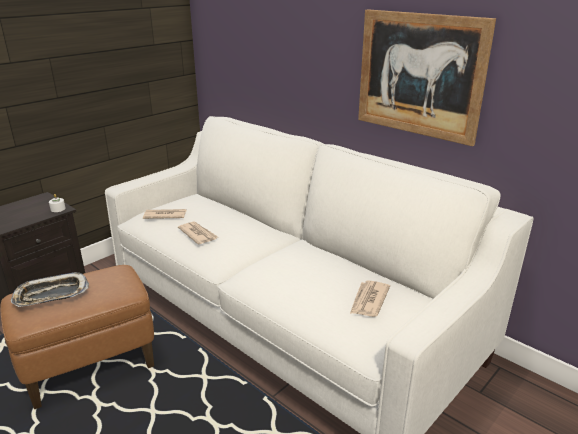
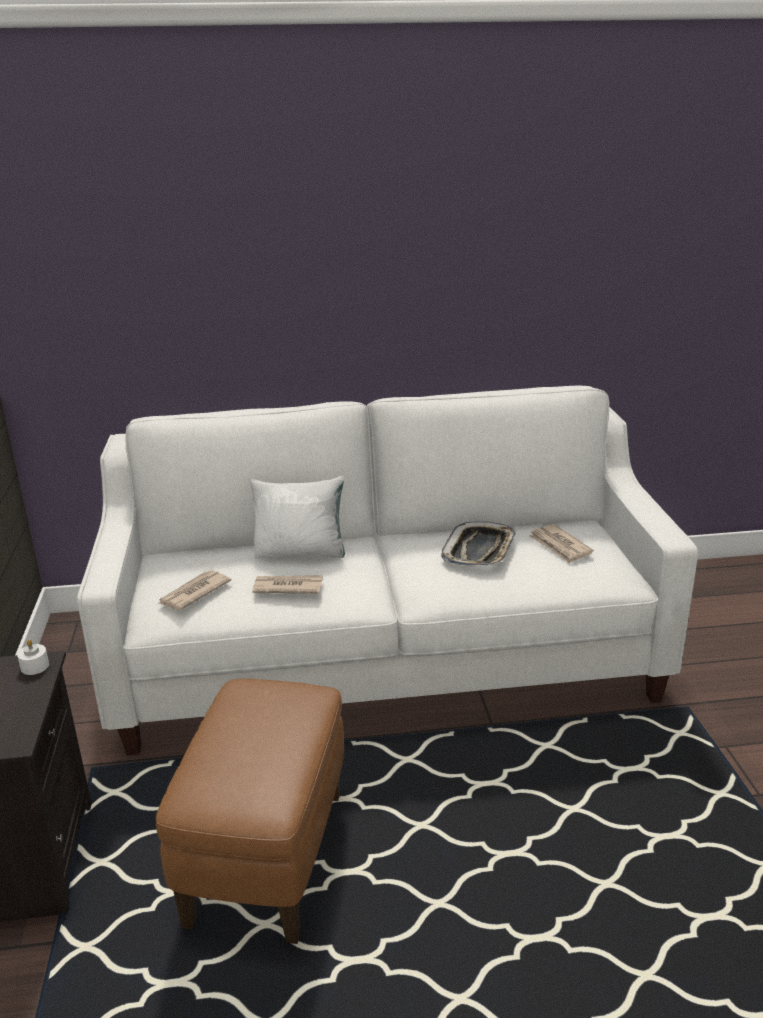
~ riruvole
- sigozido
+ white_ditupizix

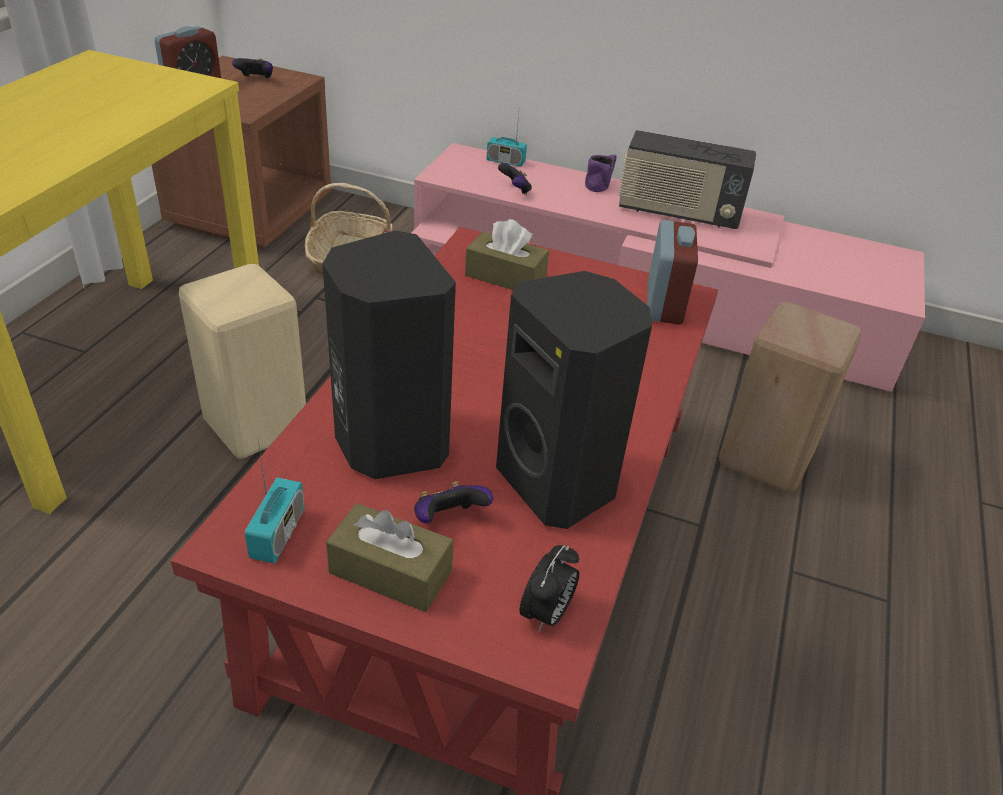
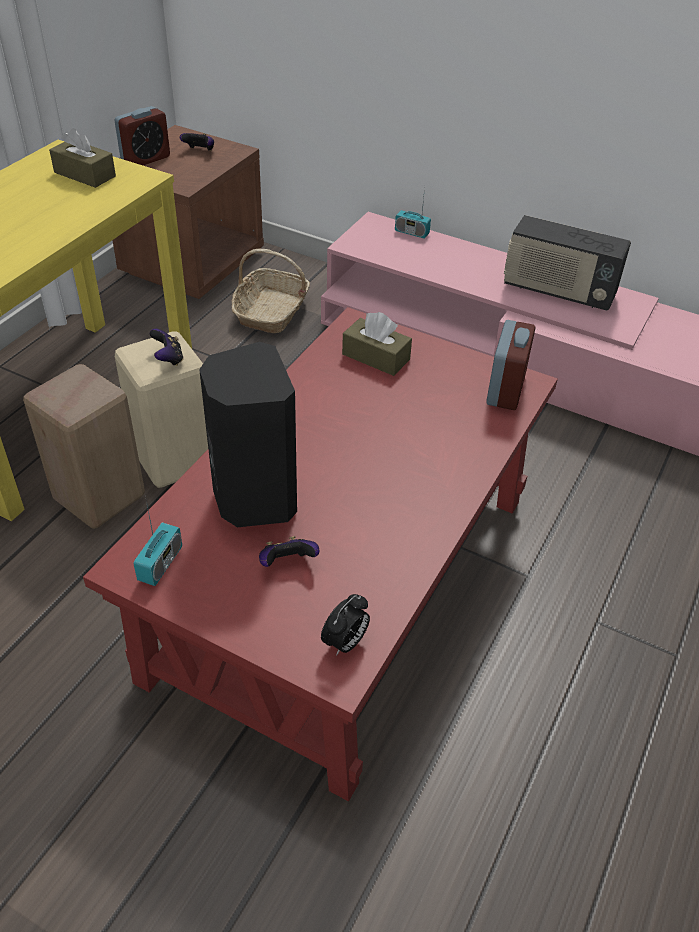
~ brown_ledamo (1st from left)
- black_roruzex (2nd from left)
~ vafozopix (3rd from left in the first image) to vafozopix (1st from left)
- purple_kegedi
~ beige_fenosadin (2nd from left in the first image) to beige_fenosadin (1st from left)

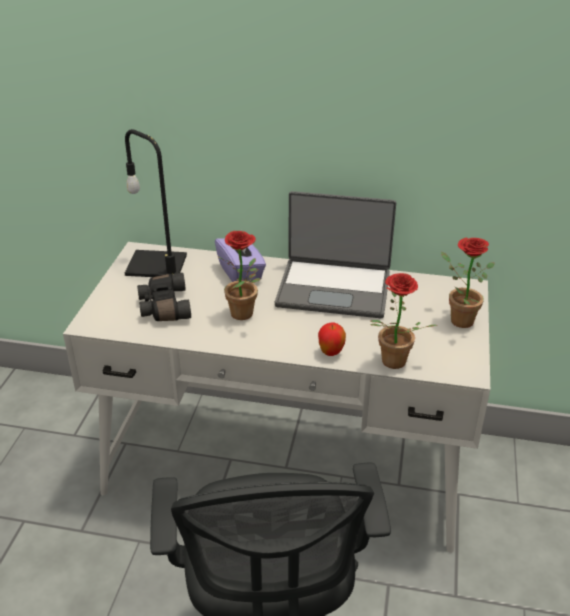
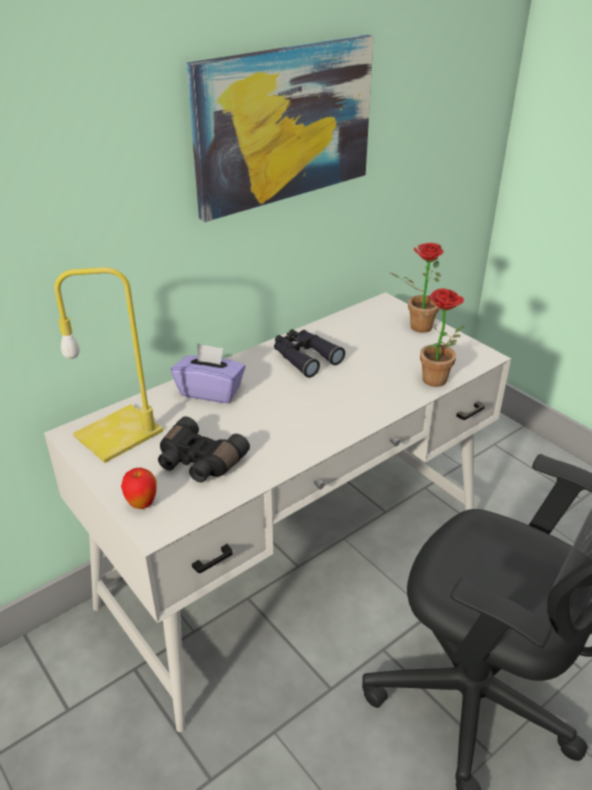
~ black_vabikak to yellow_vabikak
- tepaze (1st from left)
~ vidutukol to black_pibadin (2nd from left)
~ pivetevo
+ sigozido

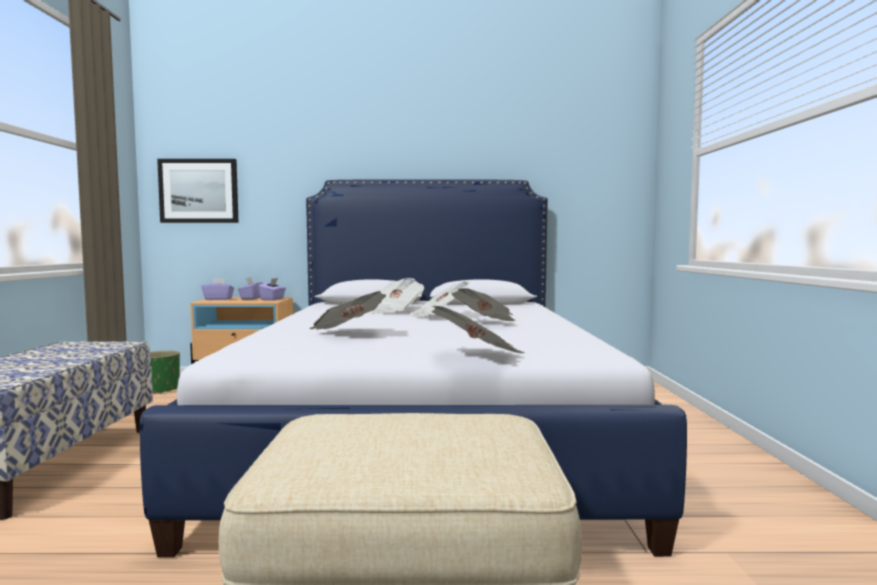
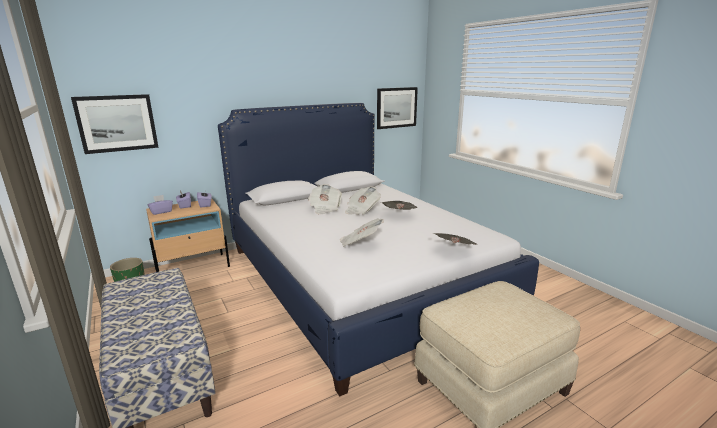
+ sigozido (2nd from left)

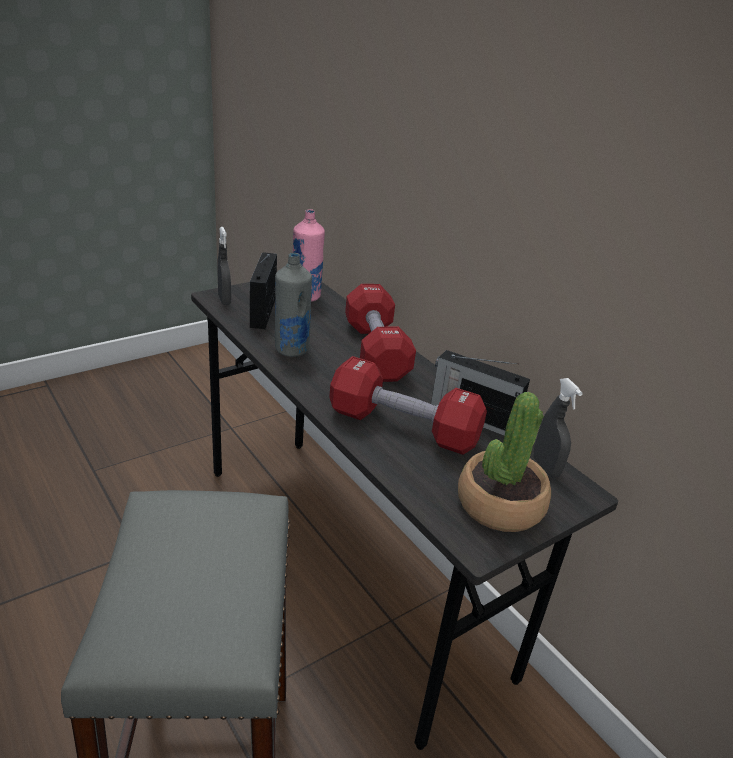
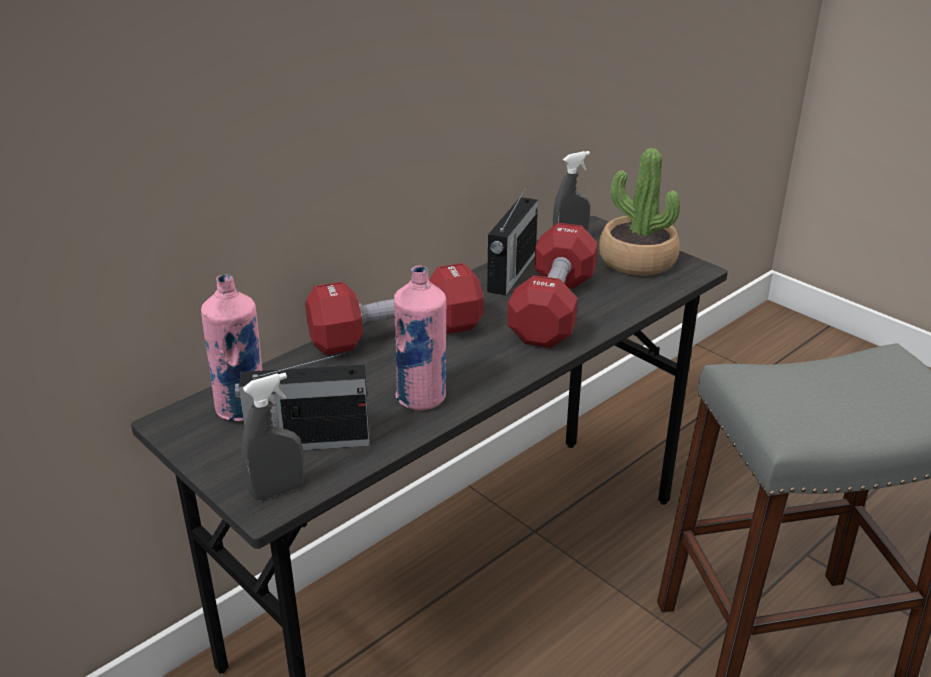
~ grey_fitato to pink_fitato (2nd from left)

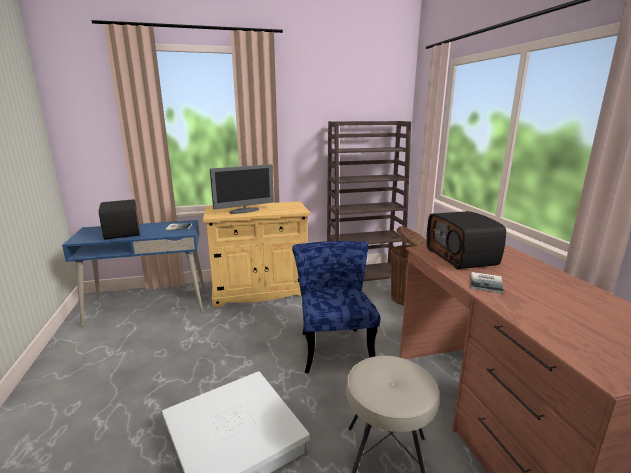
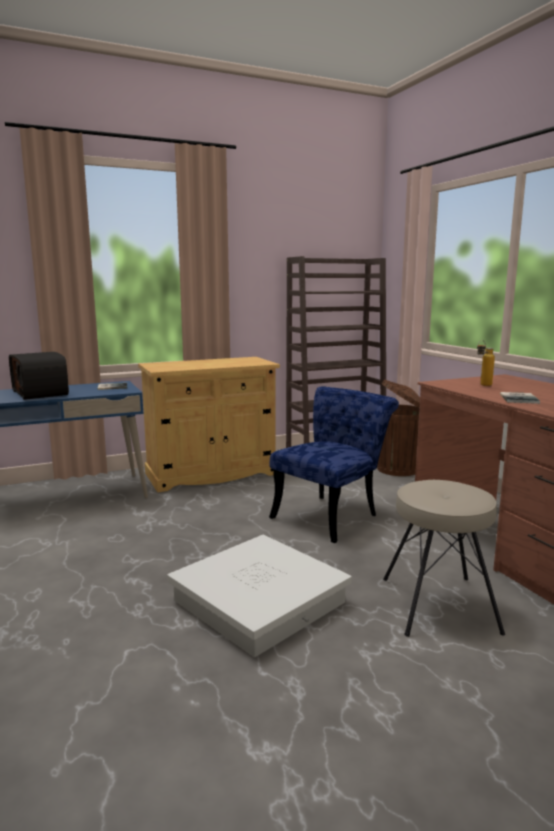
- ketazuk
~ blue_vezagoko 60 degrees clockwise
~ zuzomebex (2nd from left) to fitato

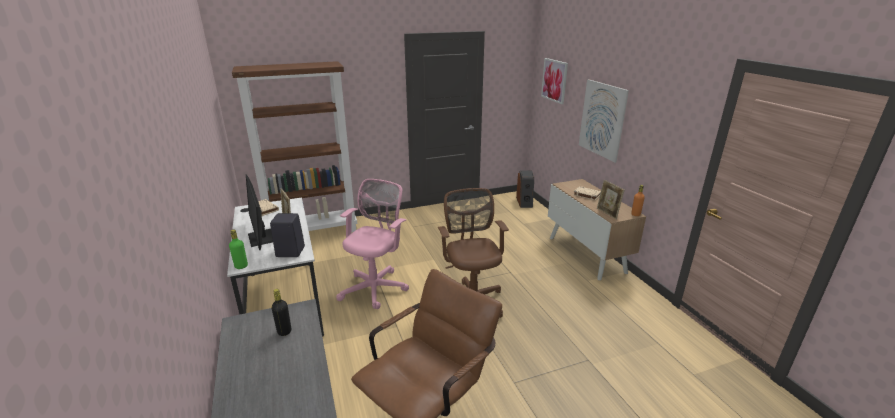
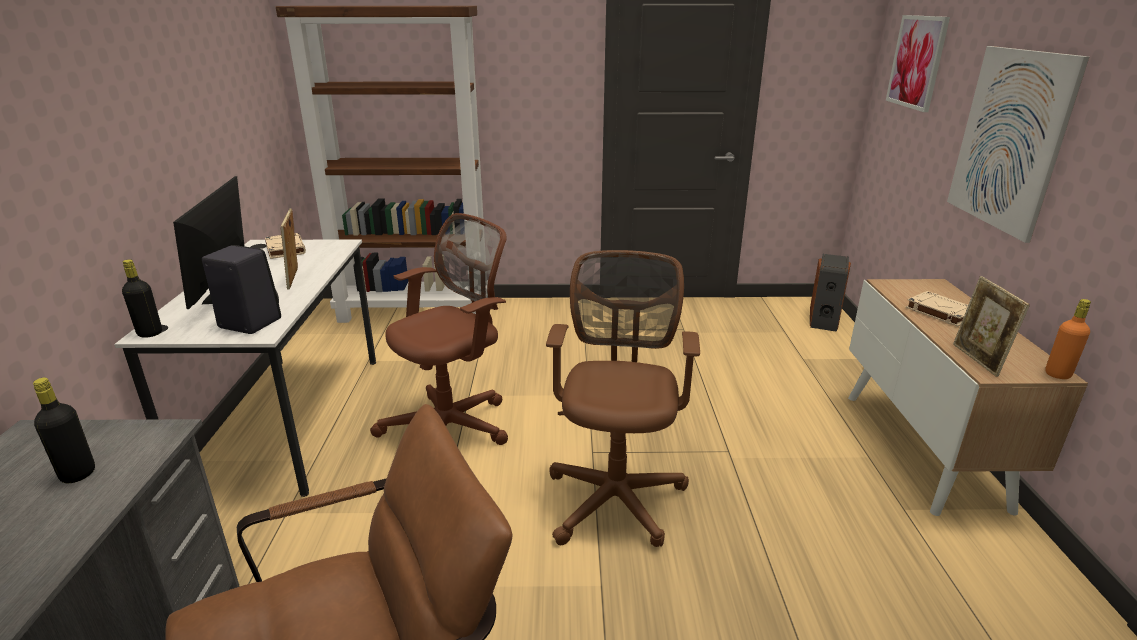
~ green_fitato to black_fitato (2nd from left)
~ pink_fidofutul to brown_fidofutul (2nd from left)

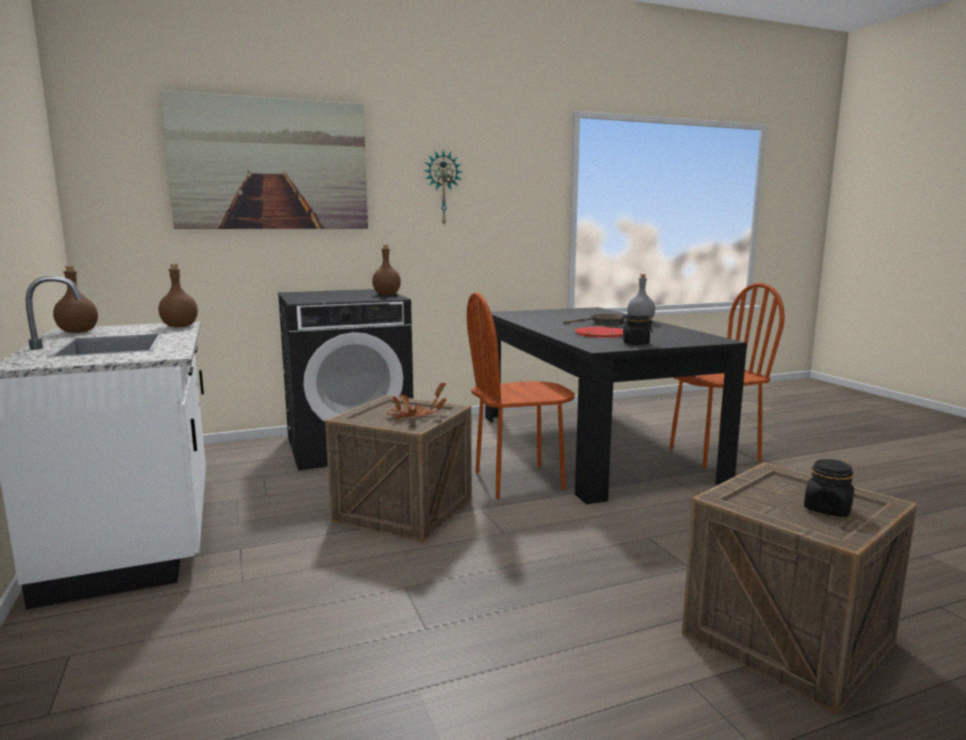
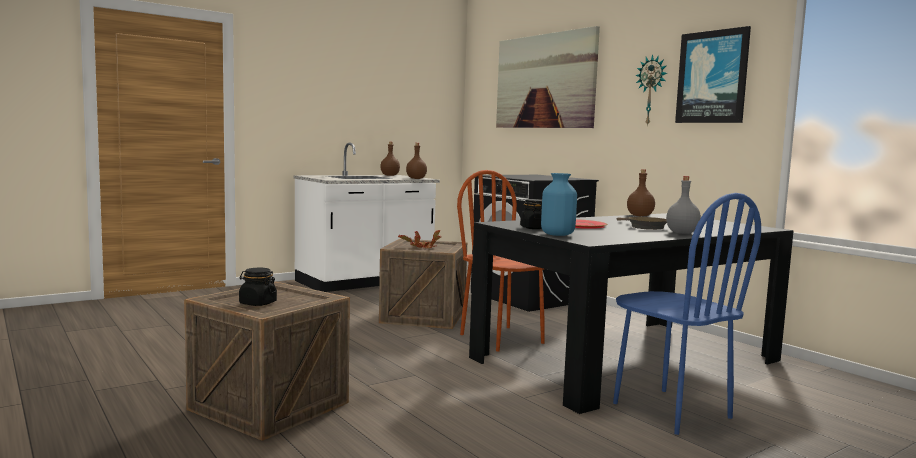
~ brown_fitato (3rd from left)
~ brown_vezagoko (2nd from left) to blue_vezagoko
+ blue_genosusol
+ sigozido (2nd from left)

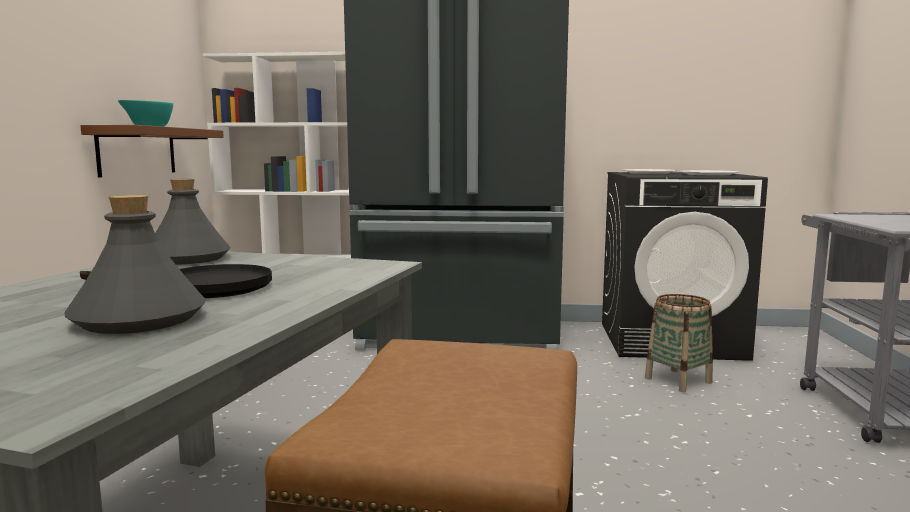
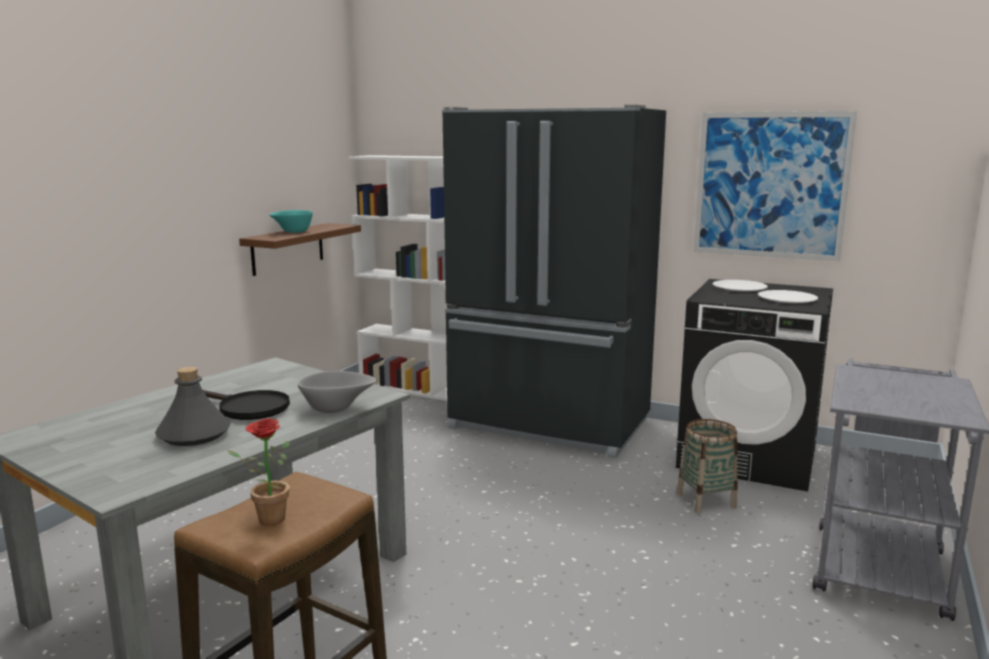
- grey_fitato (2nd from left)
+ tepaze
+ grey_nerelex
+ sigozido

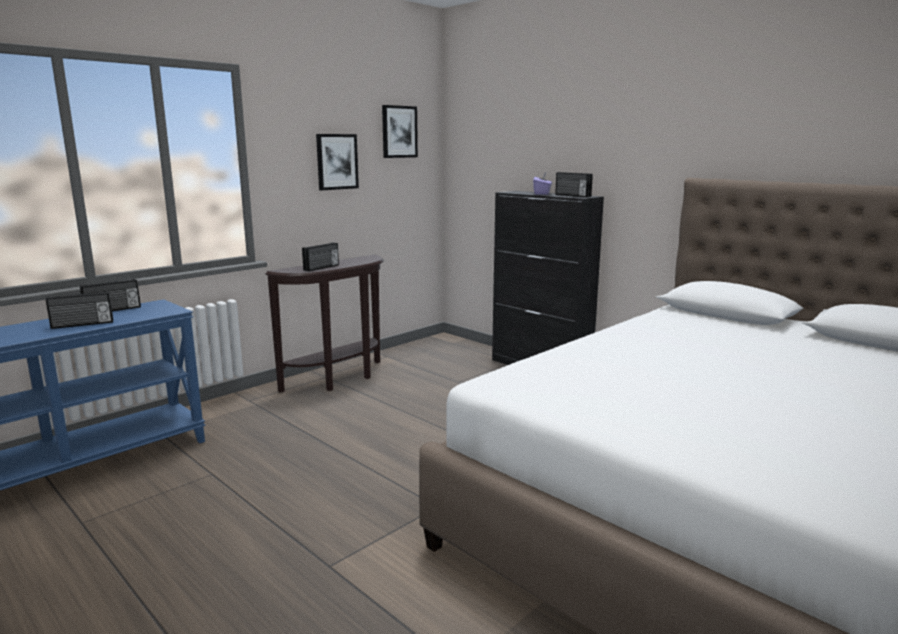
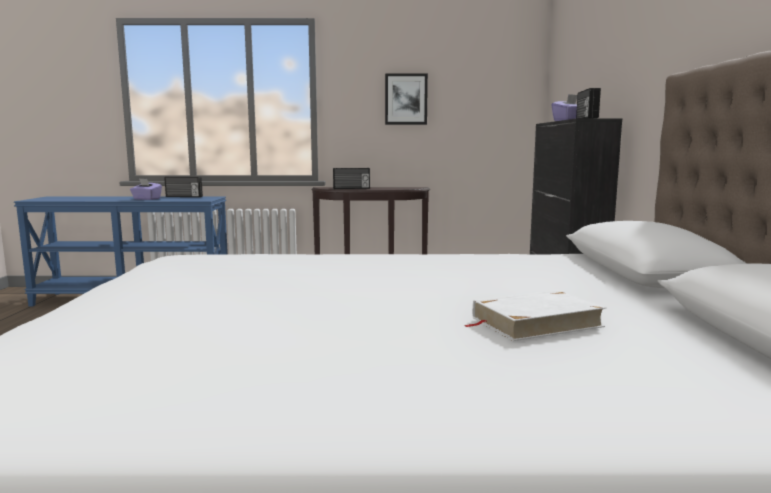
~ zuzomebex (1st from left) to purple_ledamo (1st from left)
- sigozido (2nd from left)
+ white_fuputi

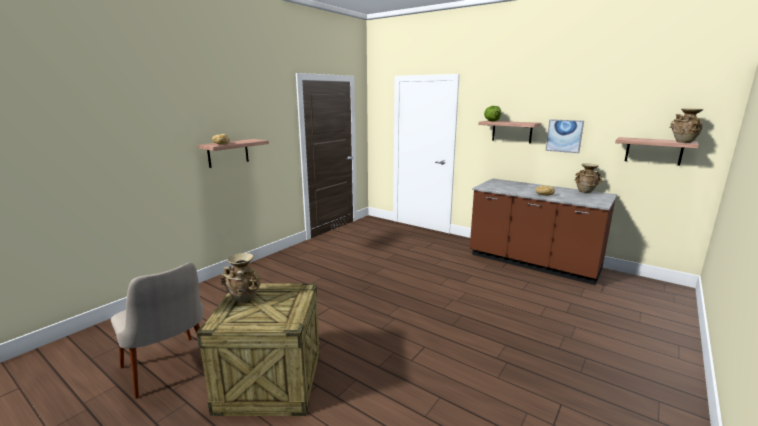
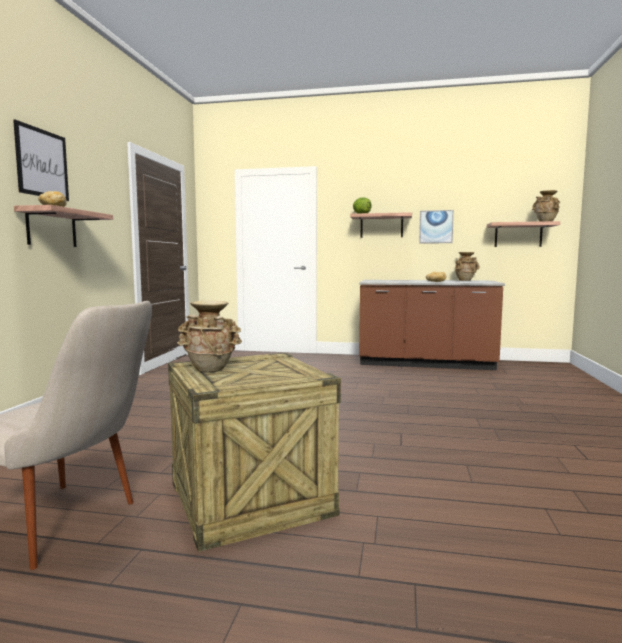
+ sigozido (1st from left)

